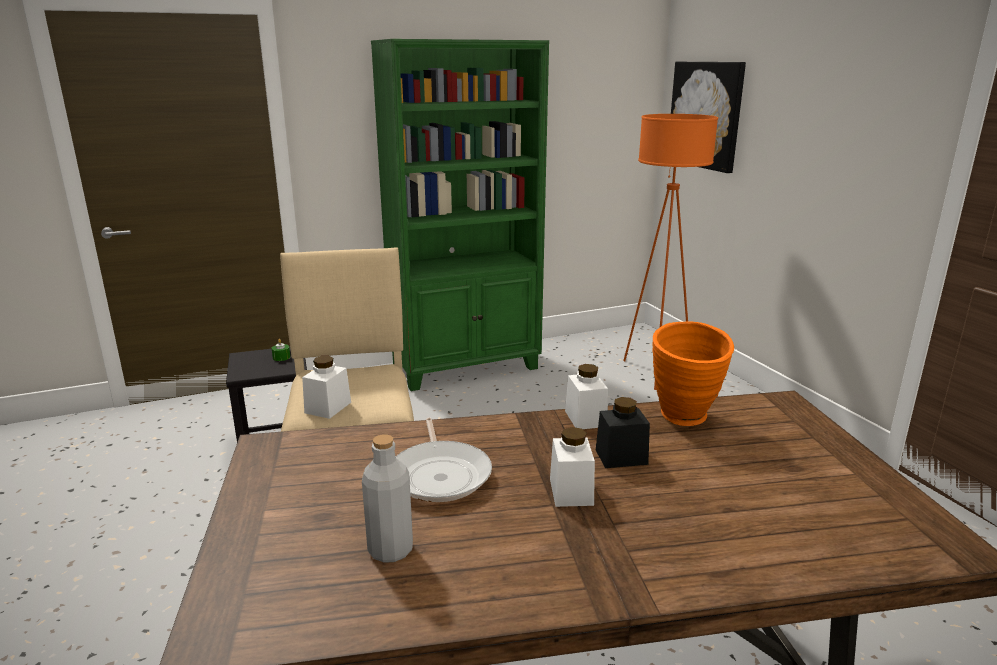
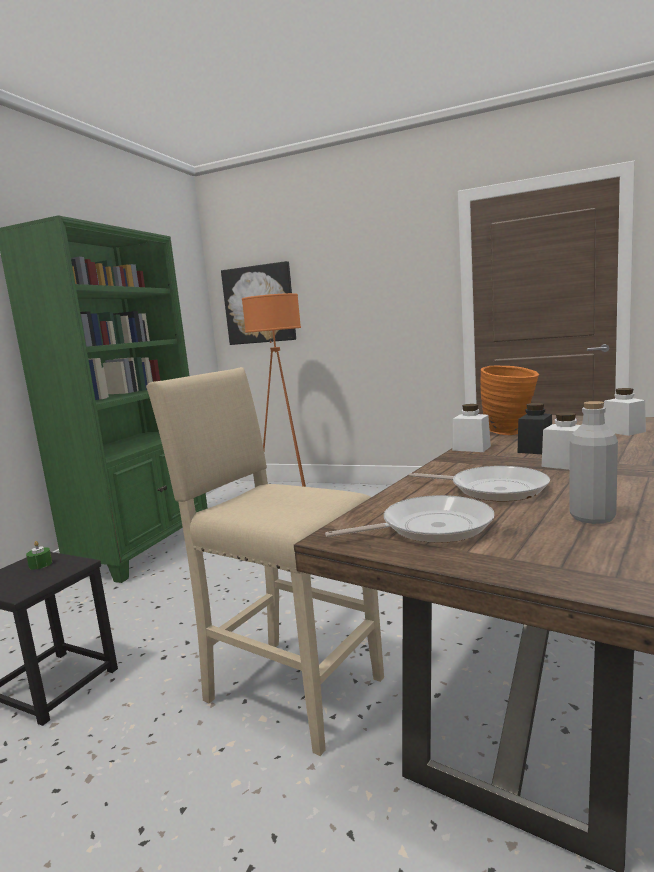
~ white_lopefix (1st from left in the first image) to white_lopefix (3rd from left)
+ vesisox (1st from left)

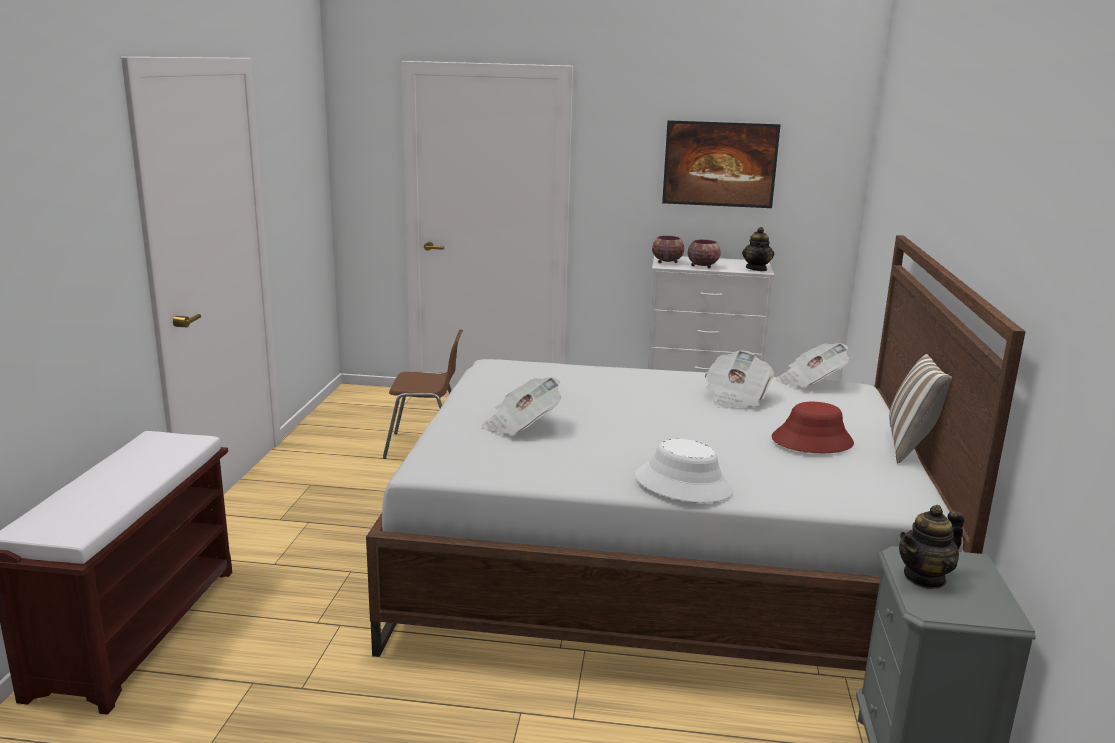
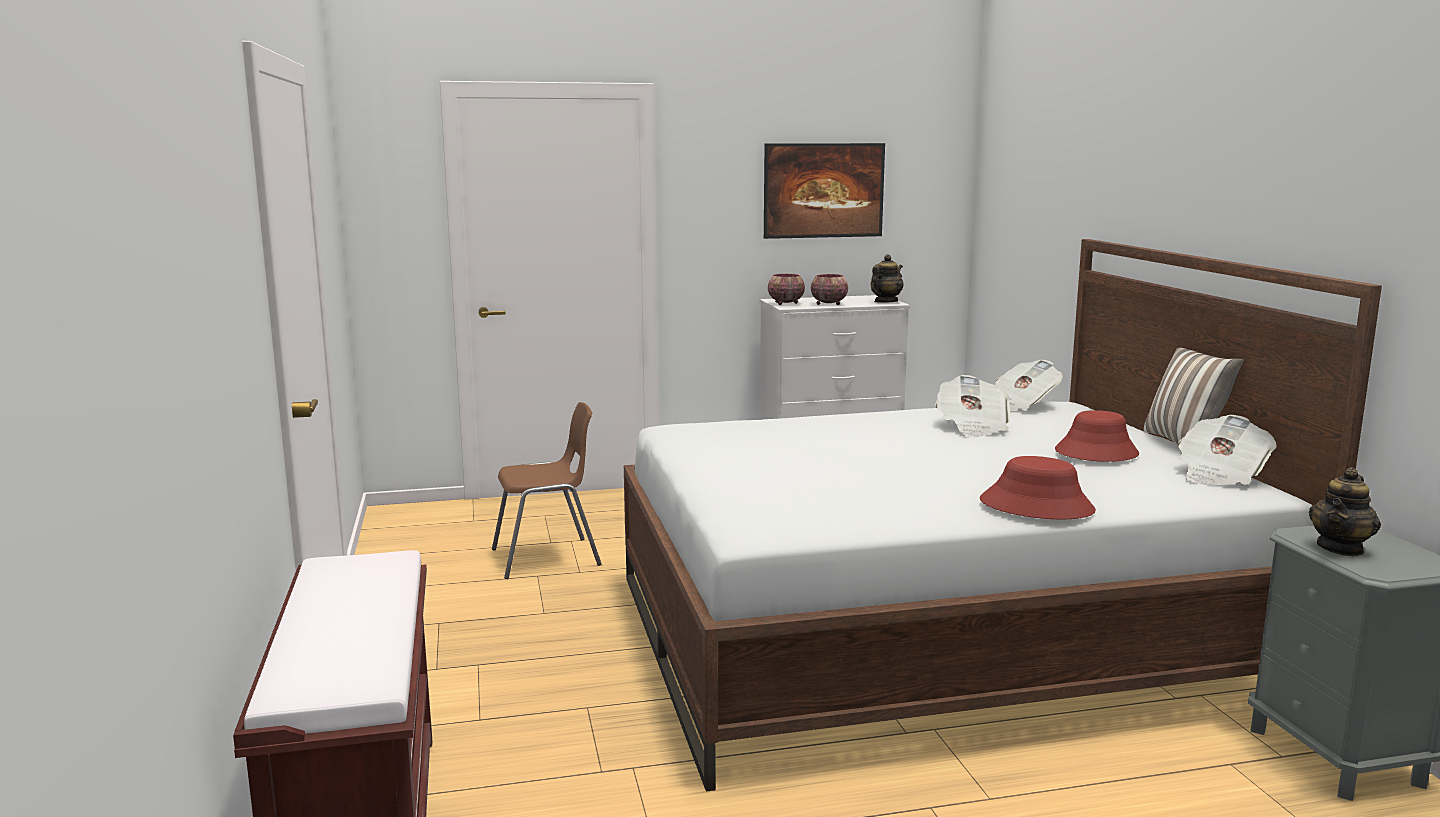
~ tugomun (1st from left in the first image) to tugomun (3rd from left)
~ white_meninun to red_meninun (1st from left)
~ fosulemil (1st from left) 120 degrees counterclockwise

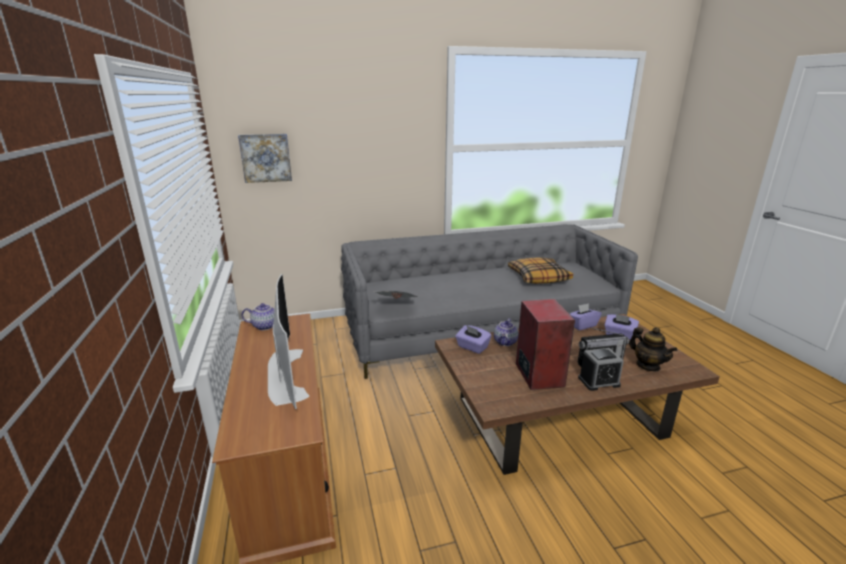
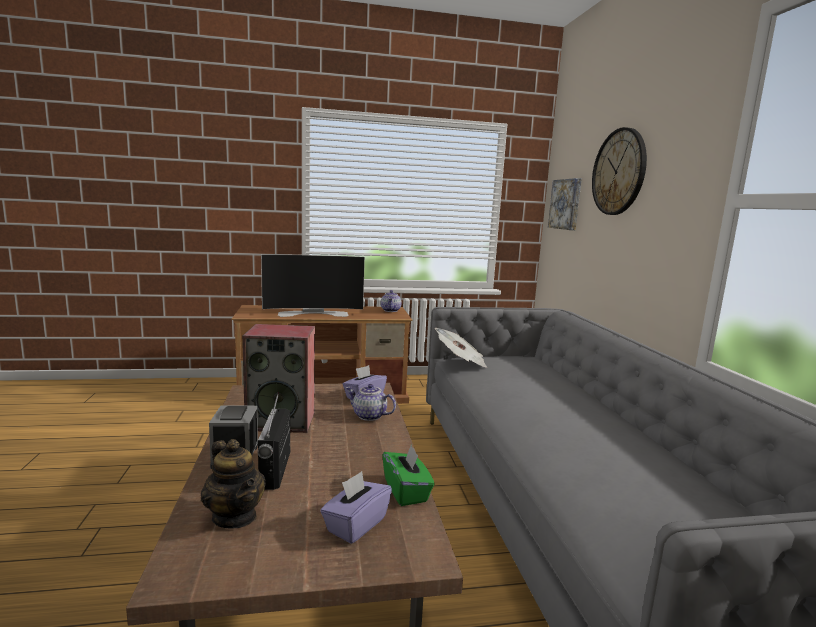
- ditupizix
~ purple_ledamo (2nd from left) to green_ledamo
~ fosulemil (3rd from left in the first image) 105 degrees counterclockwise
+ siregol

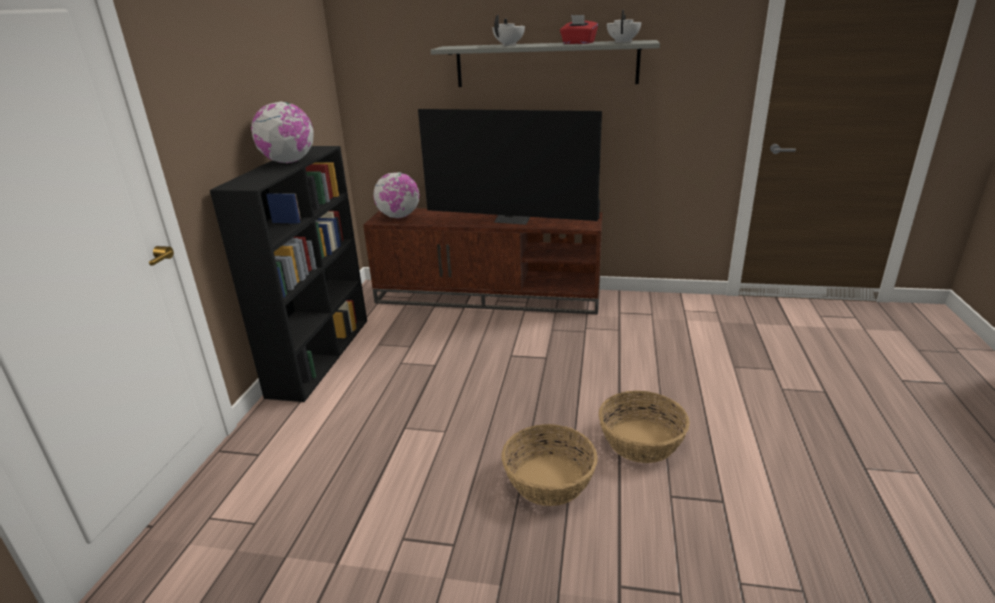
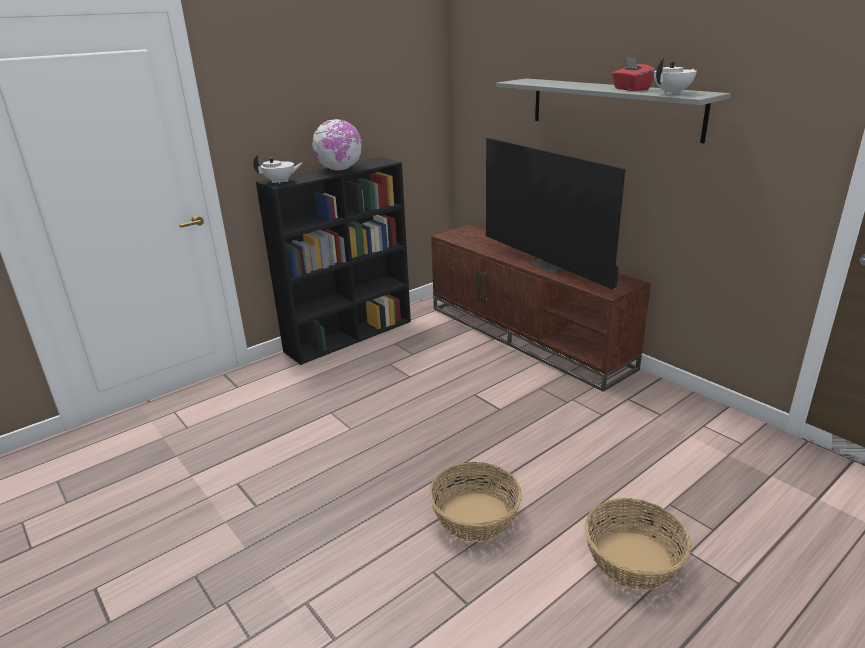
- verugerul (2nd from left)
~ white_fosulemil (1st from left)
~ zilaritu (1st from left in the first image) to zilaritu (2nd from left)

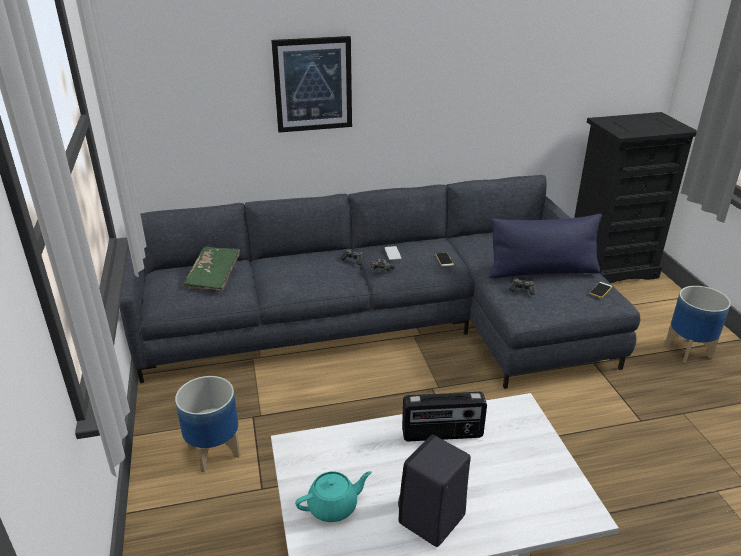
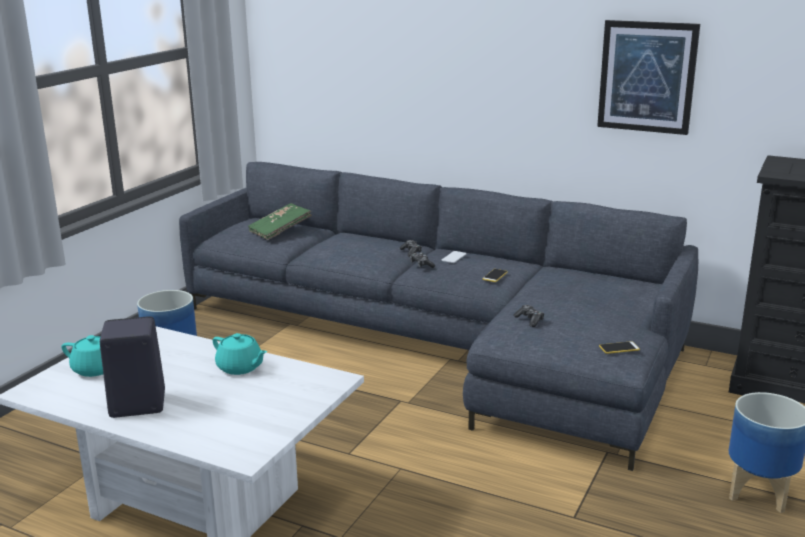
~ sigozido
~ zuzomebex to turquoise_fosulemil (2nd from left)
- blue_ditupizix

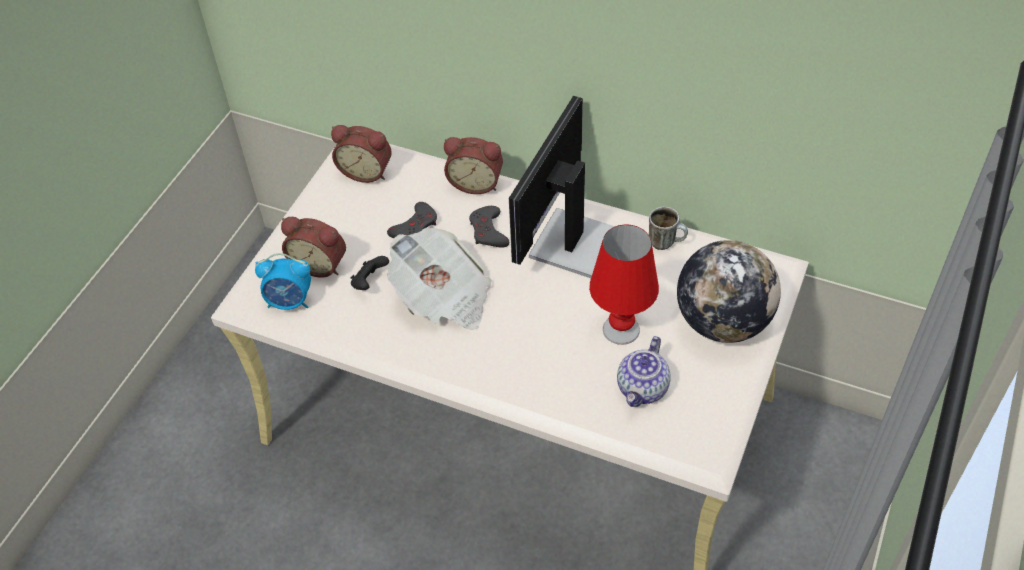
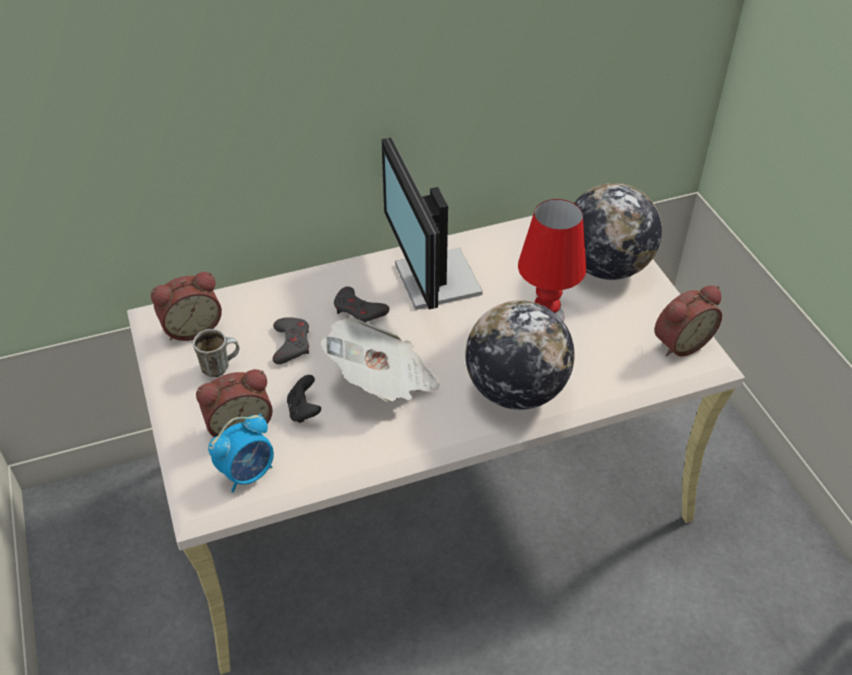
~ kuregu (4th from left)
- fosulemil
~ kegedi
+ verugerul (1st from left)

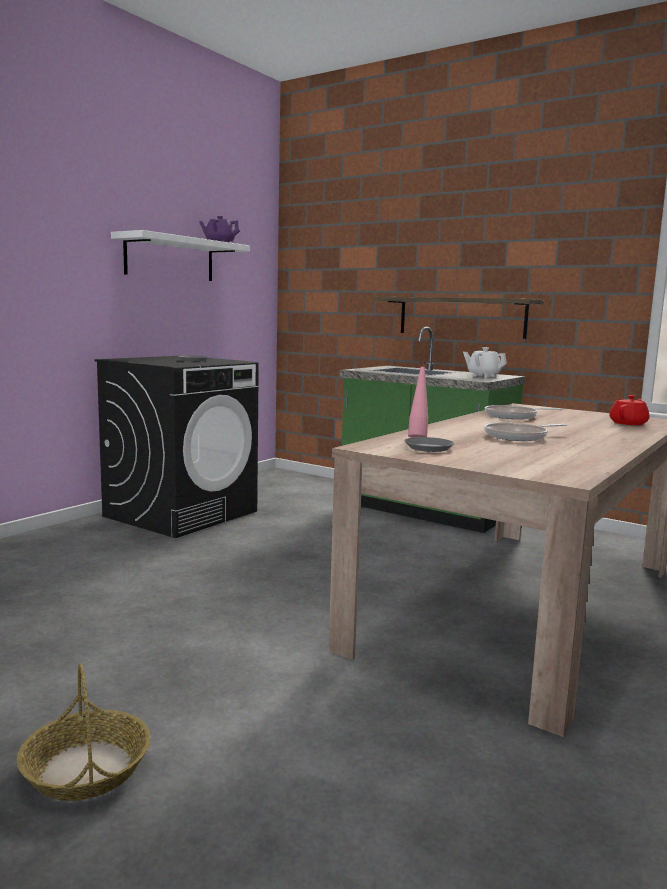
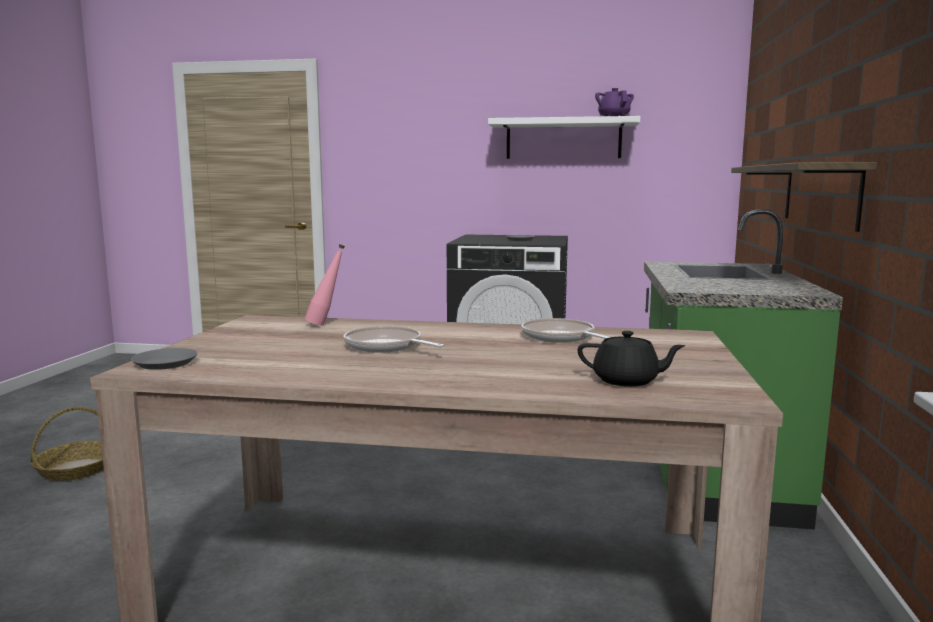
~ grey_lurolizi (2nd from left in the first image) to grey_lurolizi (1st from left)
- white_fosulemil
~ red_fosulemil to black_fosulemil

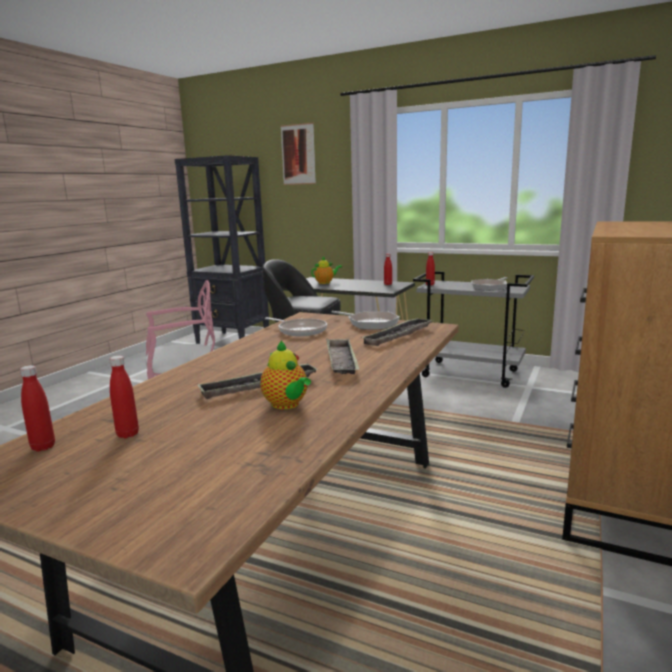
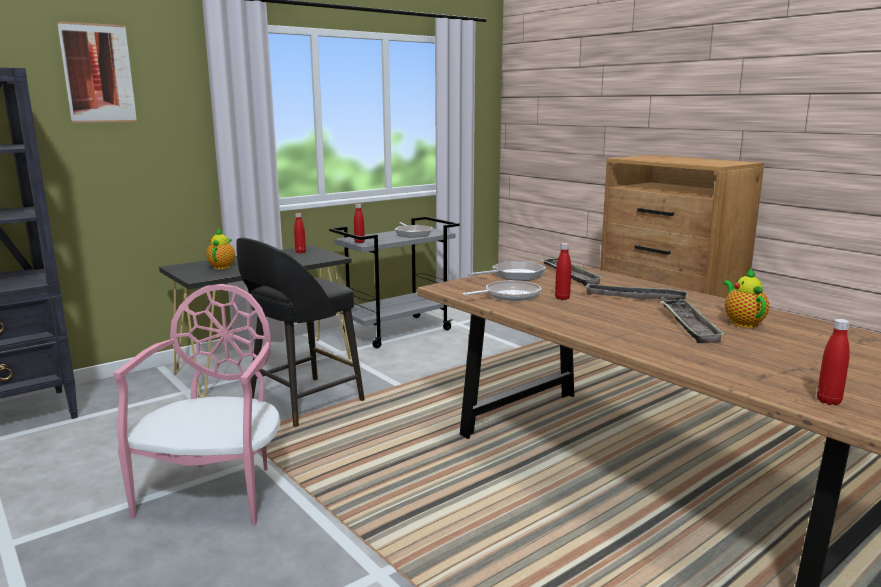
~ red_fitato (2nd from left in the first image) to red_fitato (3rd from left)
~ fosulemil (1st from left in the first image) 90 degrees counterclockwise

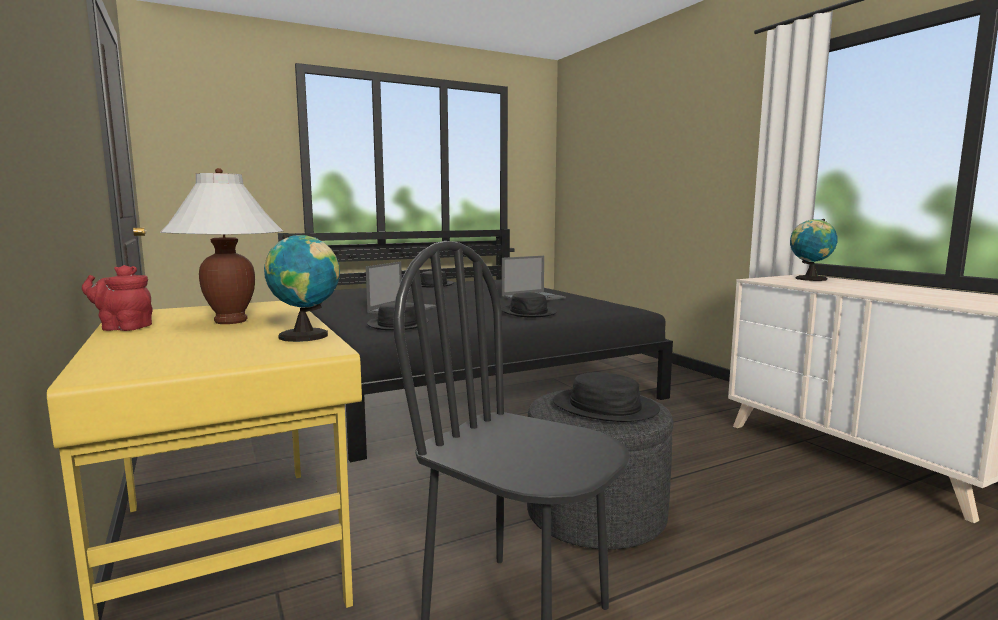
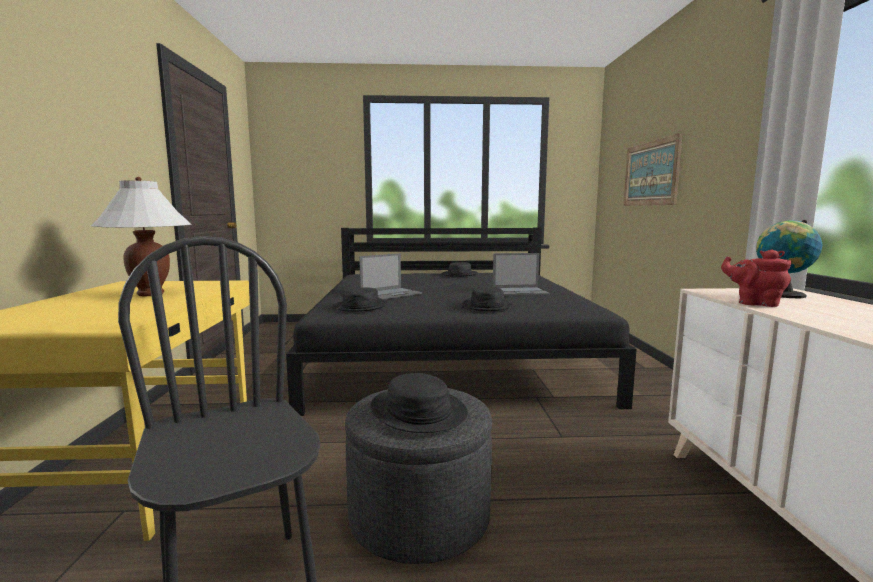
~ red_fosulemil
- verugerul (1st from left)
+ sigozido

